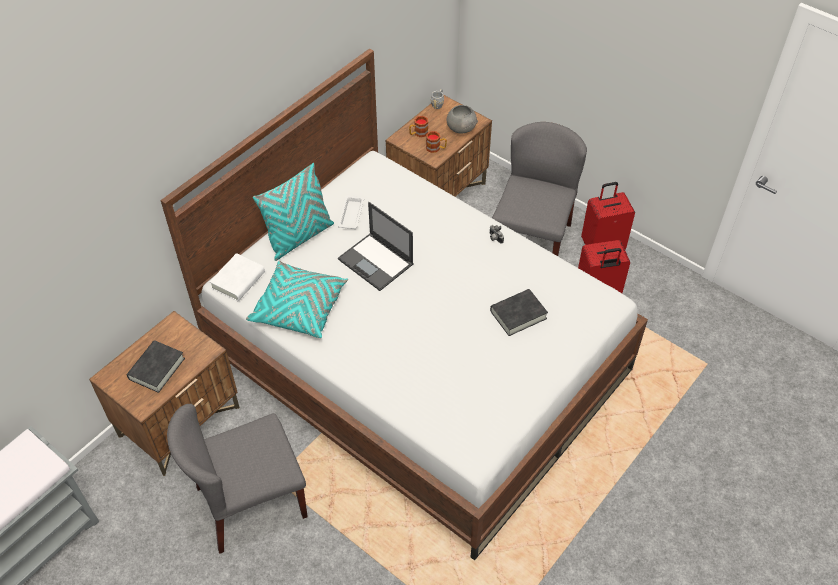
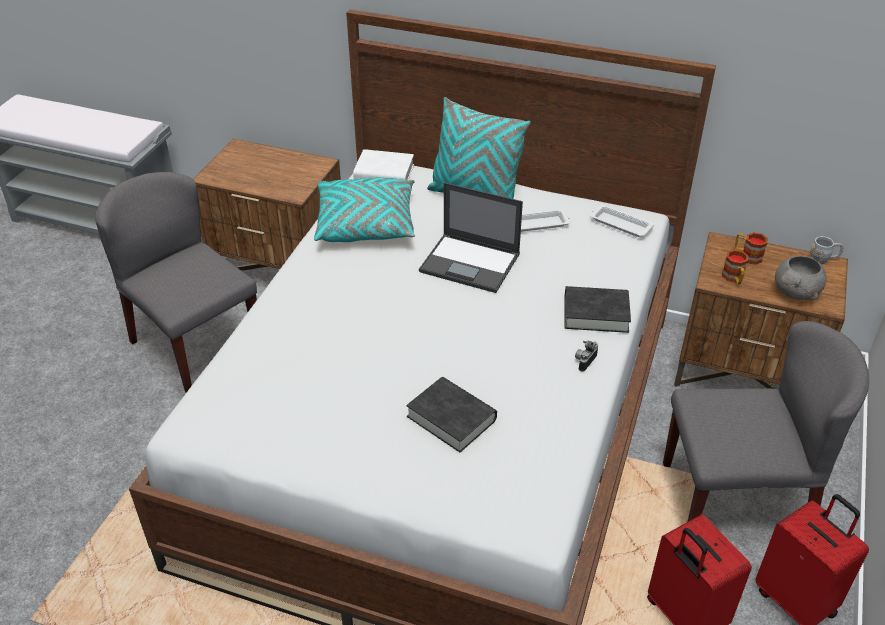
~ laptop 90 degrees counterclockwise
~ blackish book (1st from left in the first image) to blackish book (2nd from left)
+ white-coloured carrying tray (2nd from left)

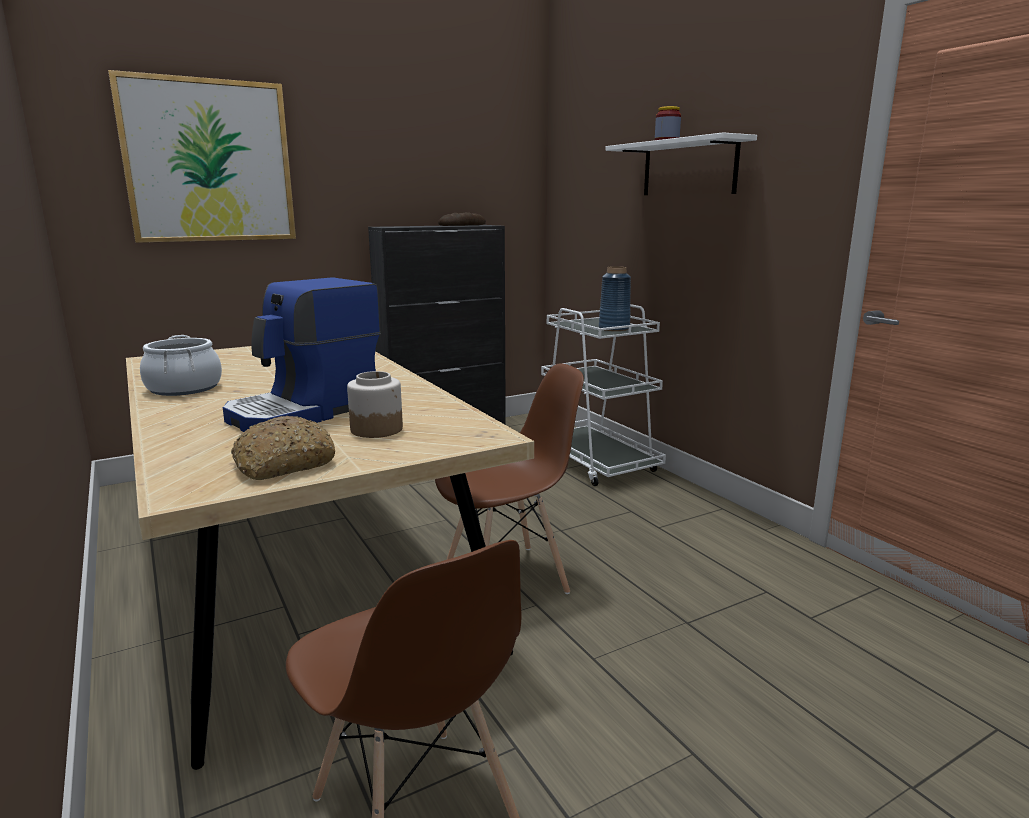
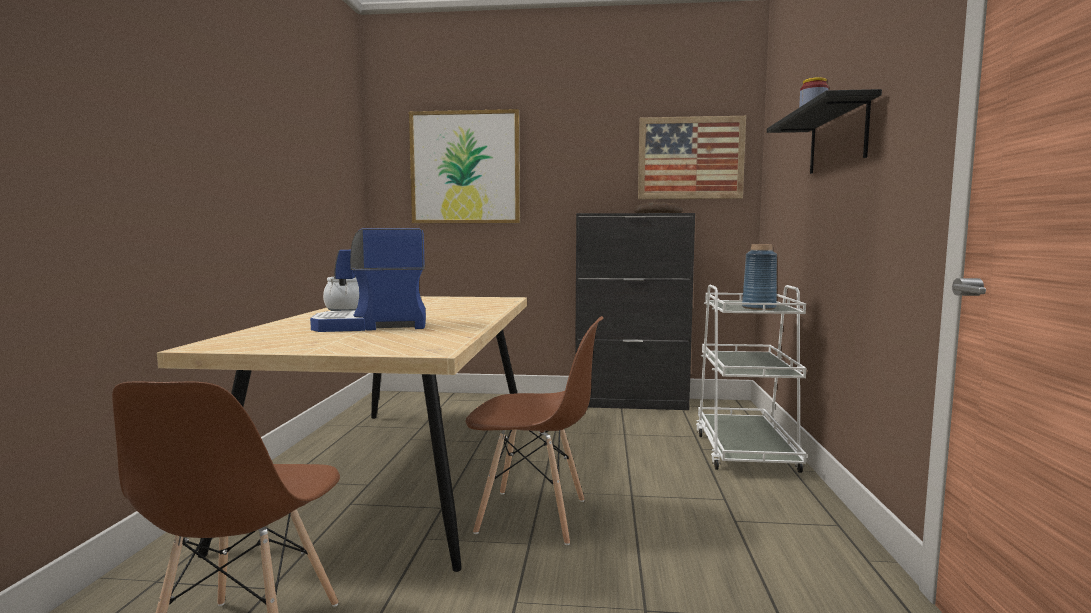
~ white-coloured shelf to blackish shelf
- storage jar (1st from left)
- baked bread (1st from left)
+ picture (2nd from left)

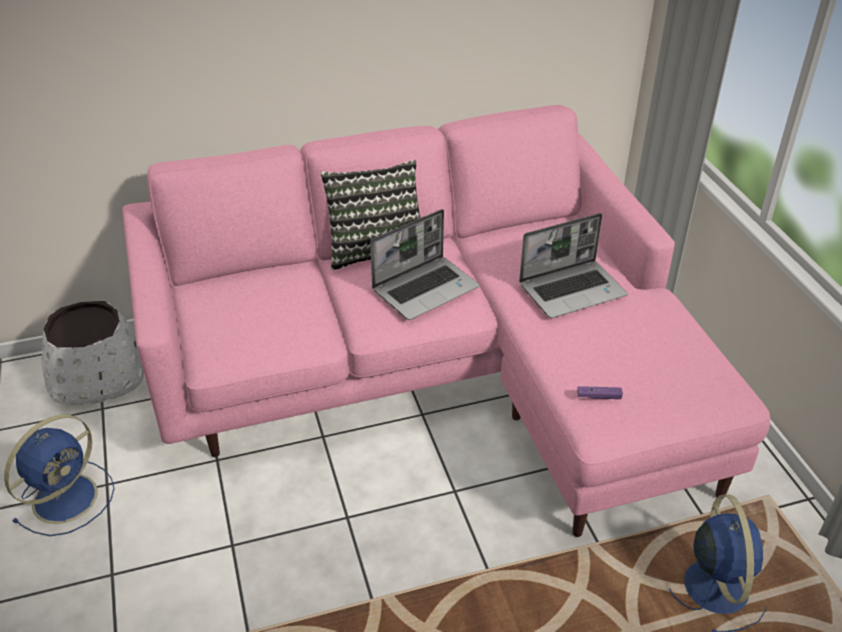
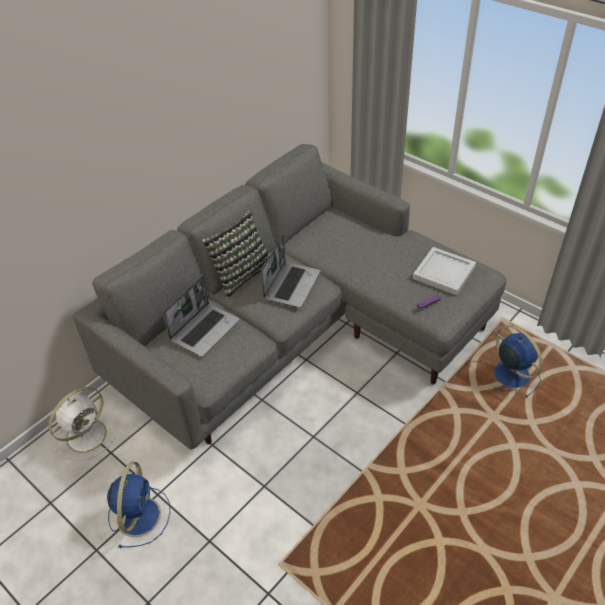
~ pinkish sofa to grey sofa
~ laptop (2nd from left in the first image) to laptop (1st from left)
~ white-coloured planter to white-coloured fan
+ white-coloured carrying tray

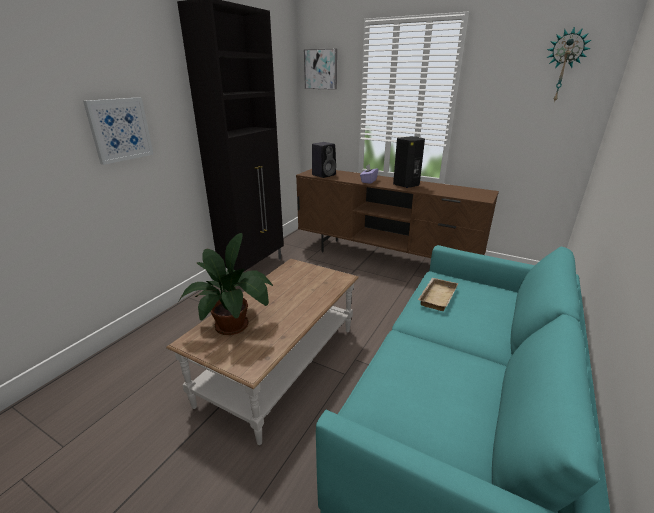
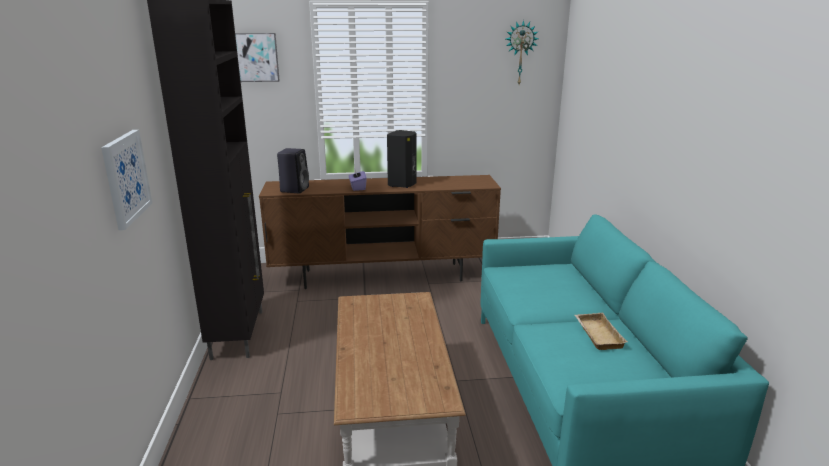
- potted plant
~ beige-coloured carrying tray

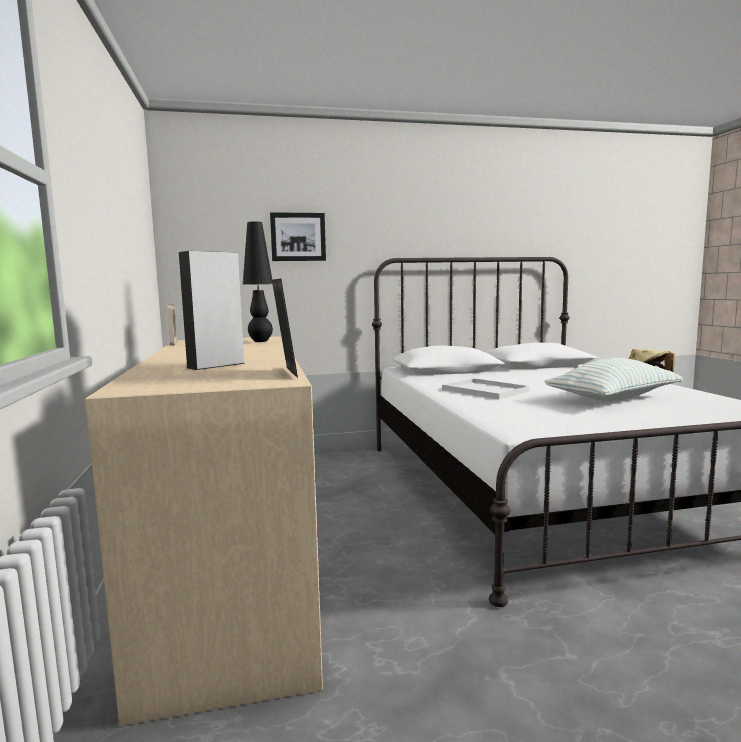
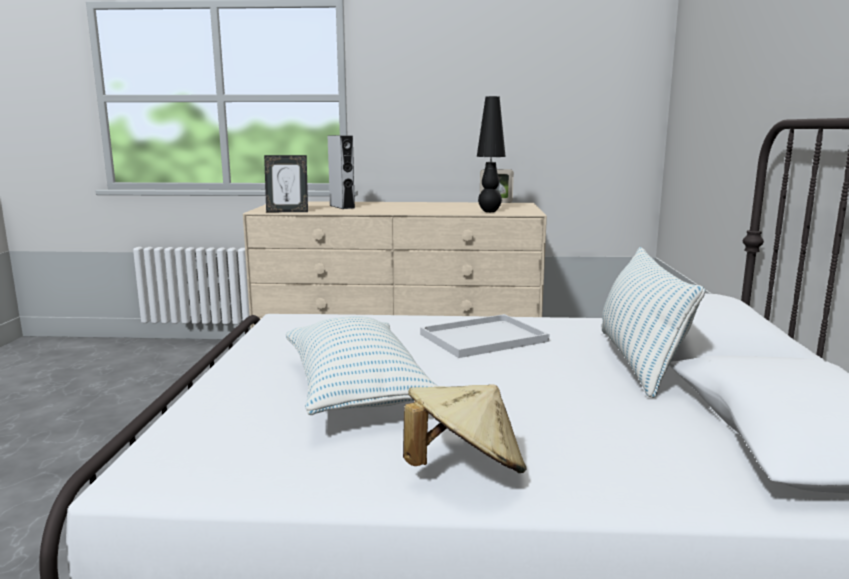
- picture
+ throw pillow (2nd from left)

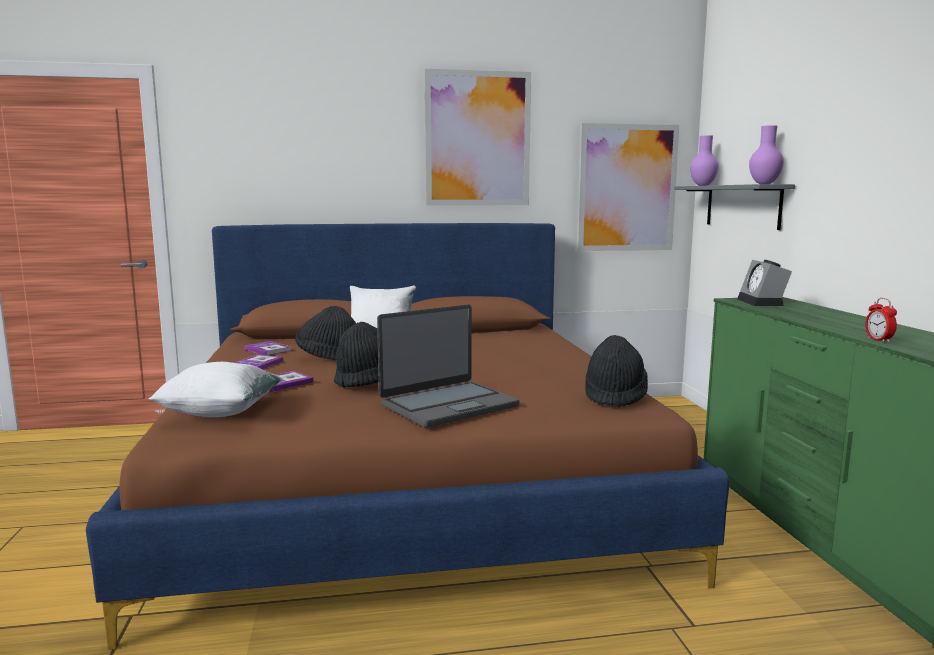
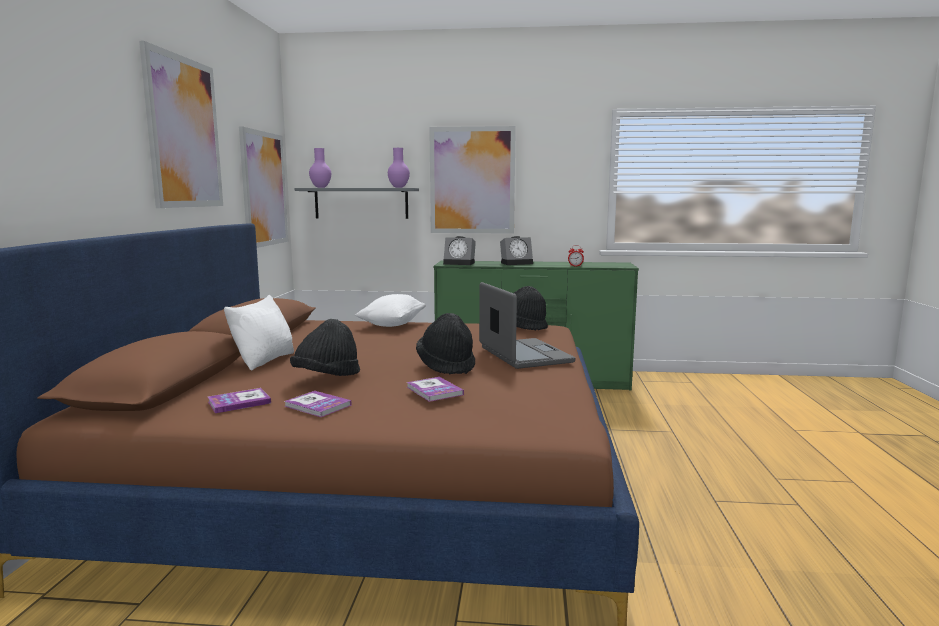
~ white-coloured throw pillow (1st from left in the first image) to white-coloured throw pillow (2nd from left)
+ picture (3rd from left)
+ bedside clock (2nd from left)

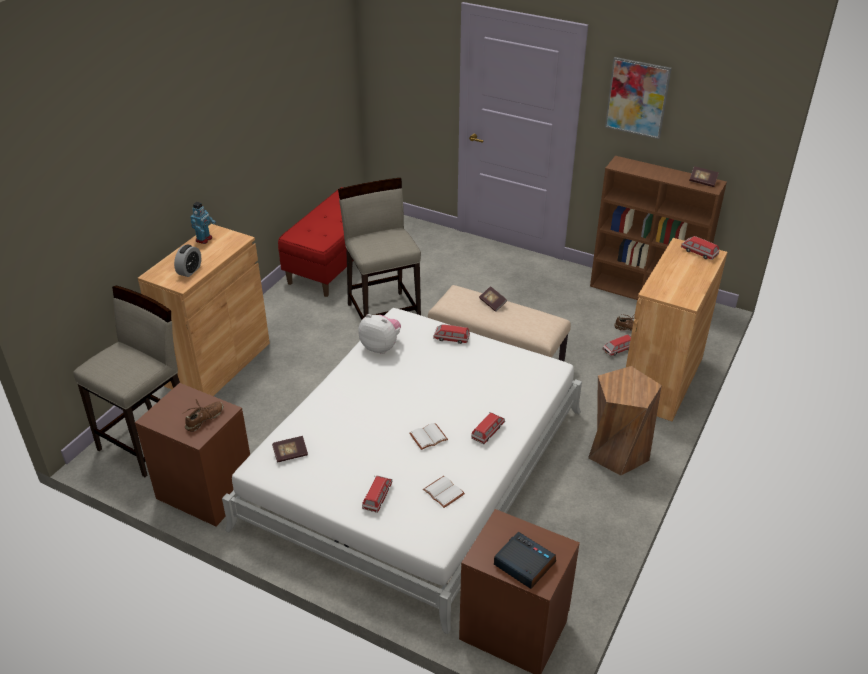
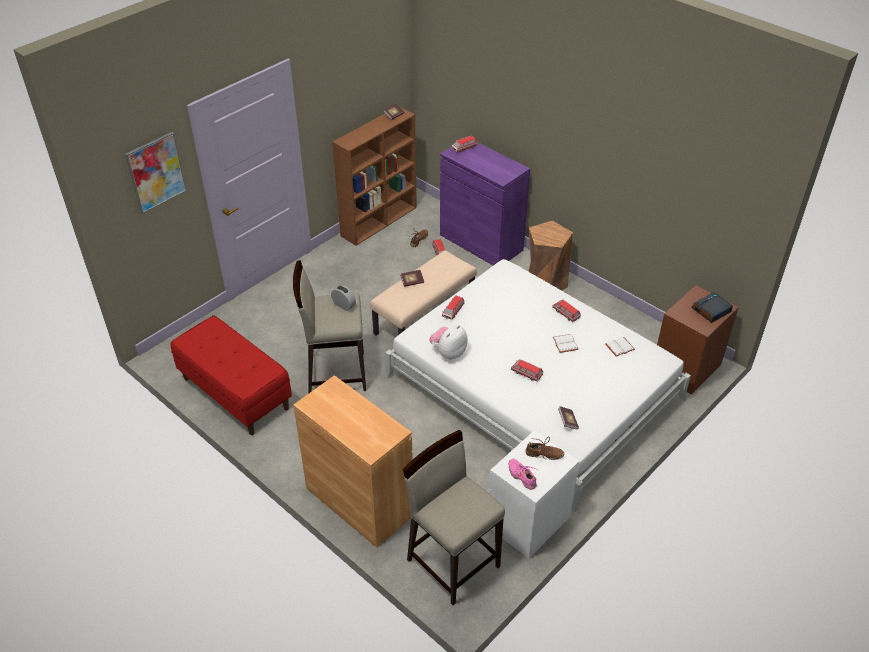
~ picture
- robot figure
~ brown cabinet (2nd from left) to purple cabinet
~ bedside clock (1st from left)
~ brown bedside table (1st from left) to white-coloured bedside table
~ brown item of footwear (1st from left in the first image) 135 degrees clockwise
~ model car (1st from left in the first image) to model car (4th from left)
+ pinkish item of footwear

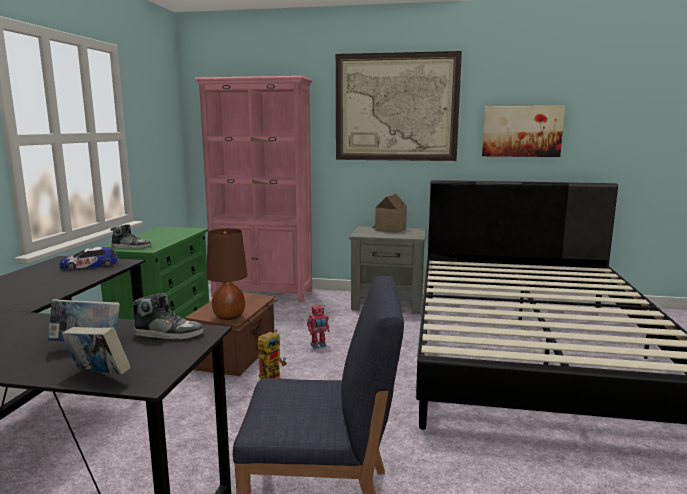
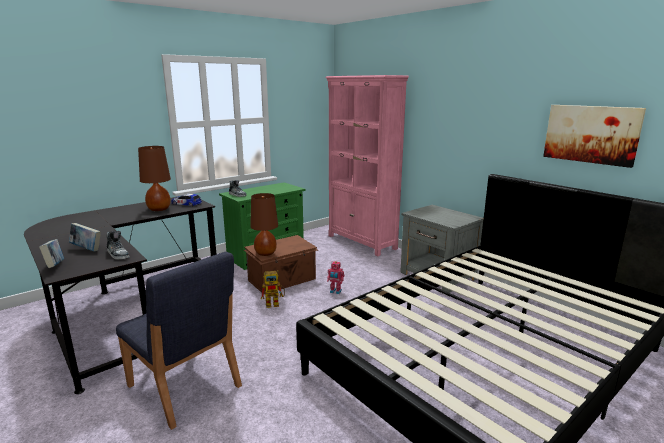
- picture (1st from left)
- model house
+ brown table lamp (1st from left)

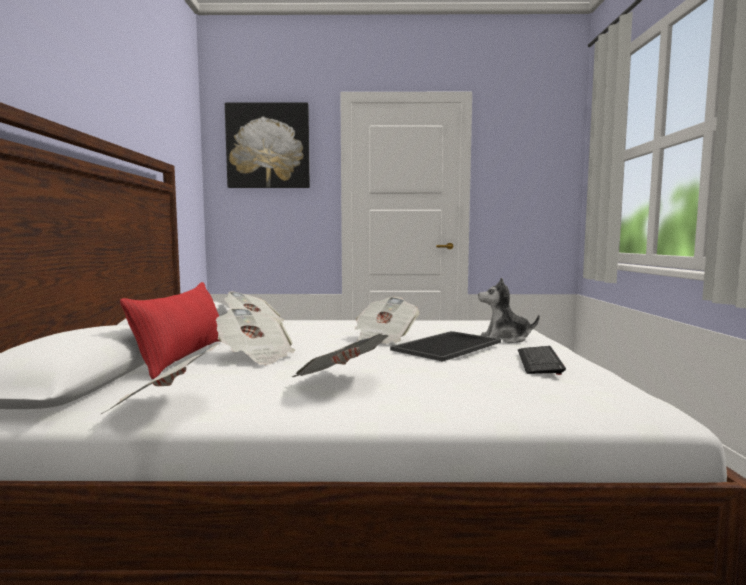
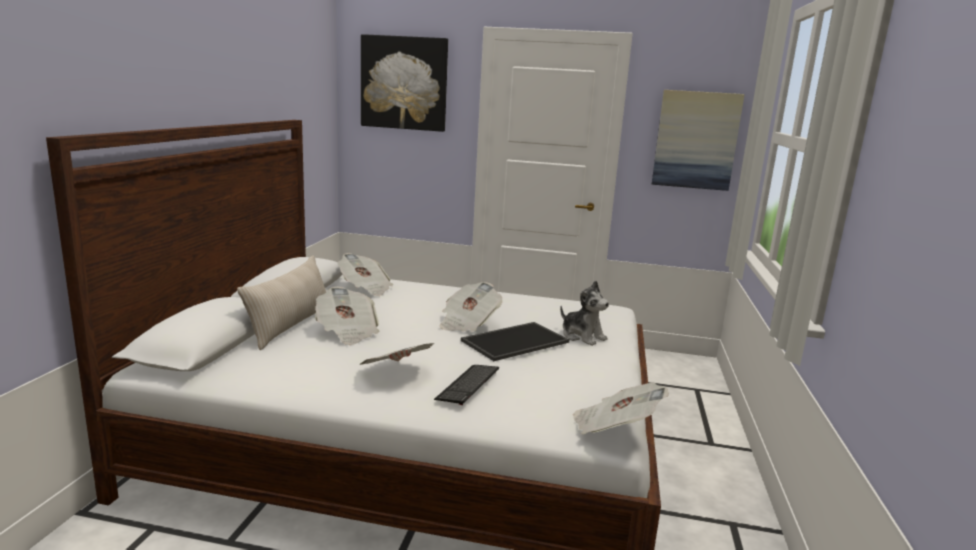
~ plush toy 150 degrees counterclockwise
~ reddish throw pillow to beige-coloured throw pillow
~ daily paper (1st from left in the first image) to daily paper (5th from left)
~ keyboard
+ picture (2nd from left)

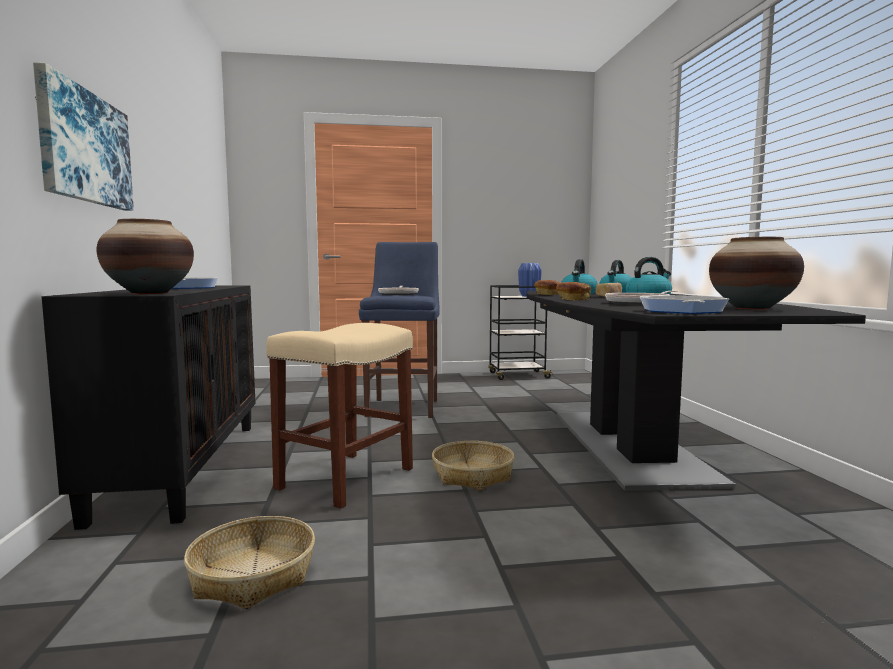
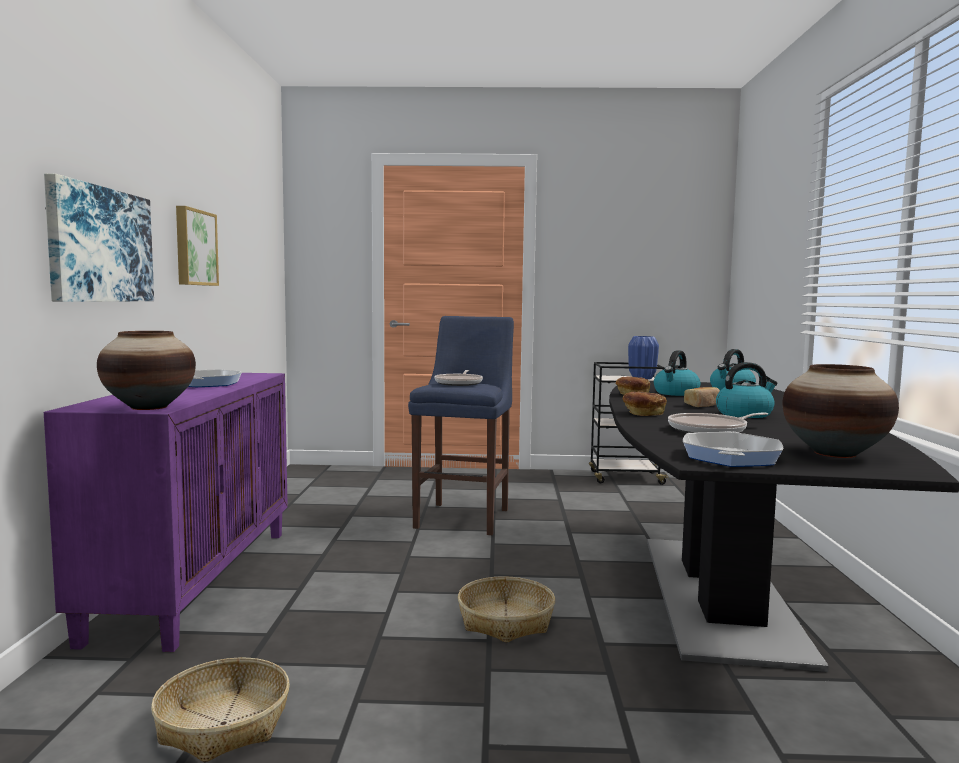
~ blackish cabinet to purple cabinet
- beige-coloured sitting stool
+ picture (2nd from left)

